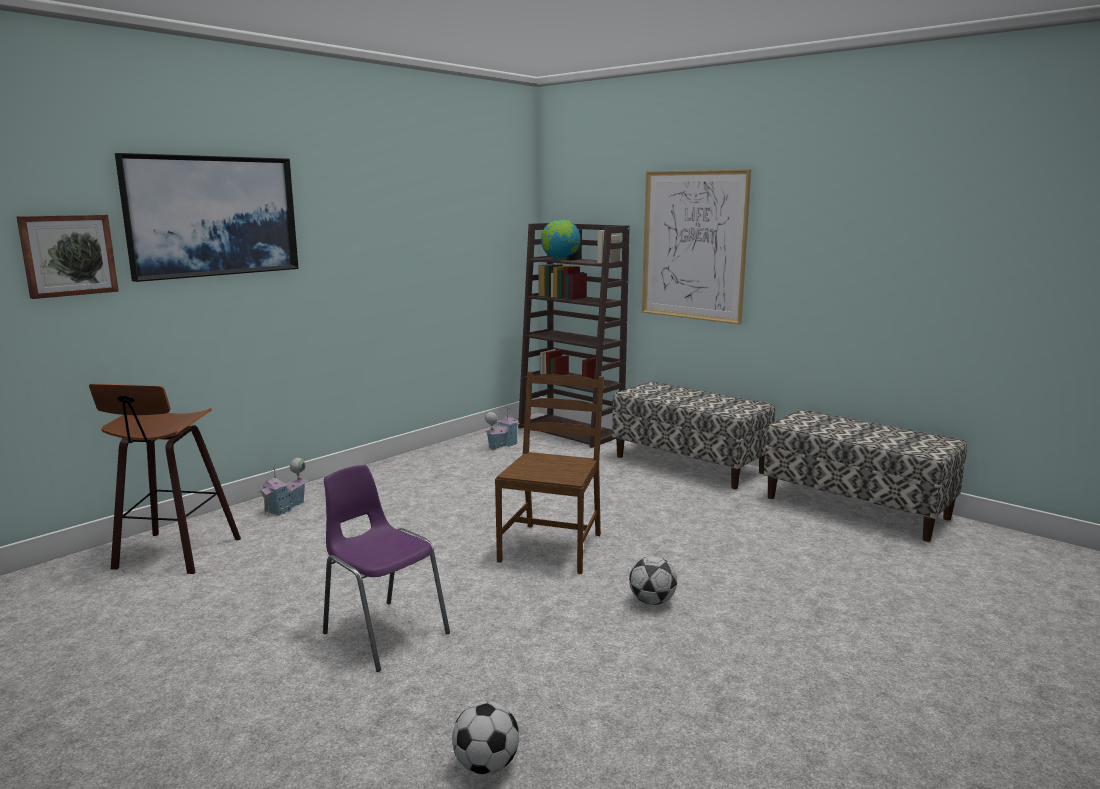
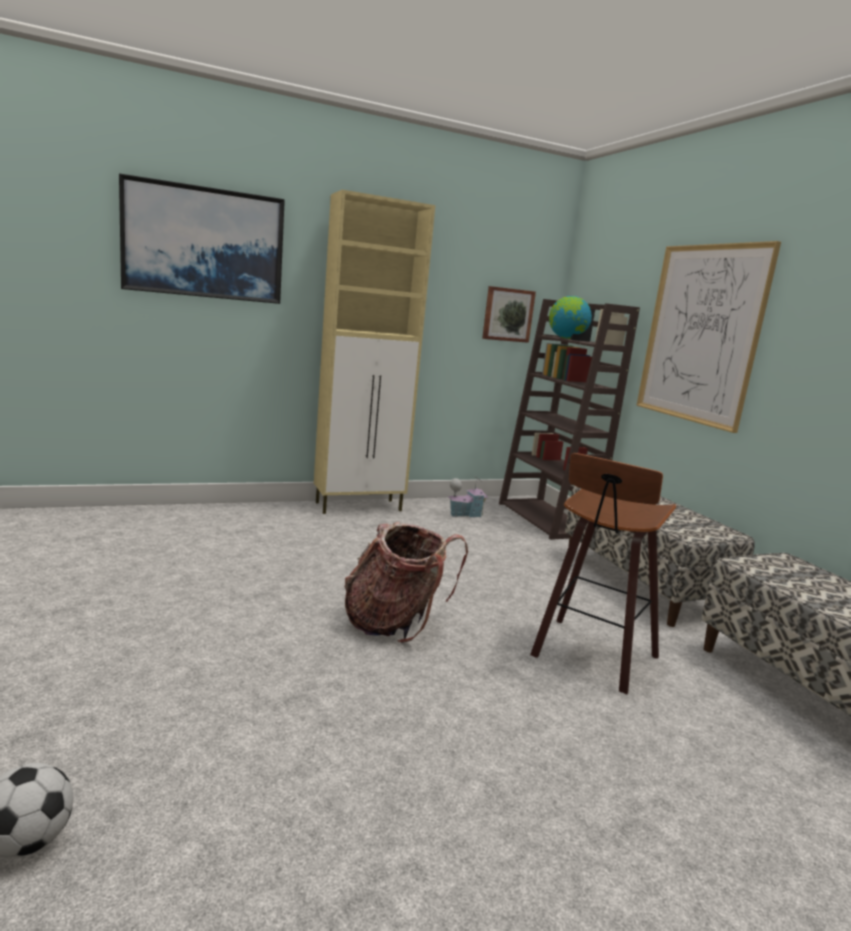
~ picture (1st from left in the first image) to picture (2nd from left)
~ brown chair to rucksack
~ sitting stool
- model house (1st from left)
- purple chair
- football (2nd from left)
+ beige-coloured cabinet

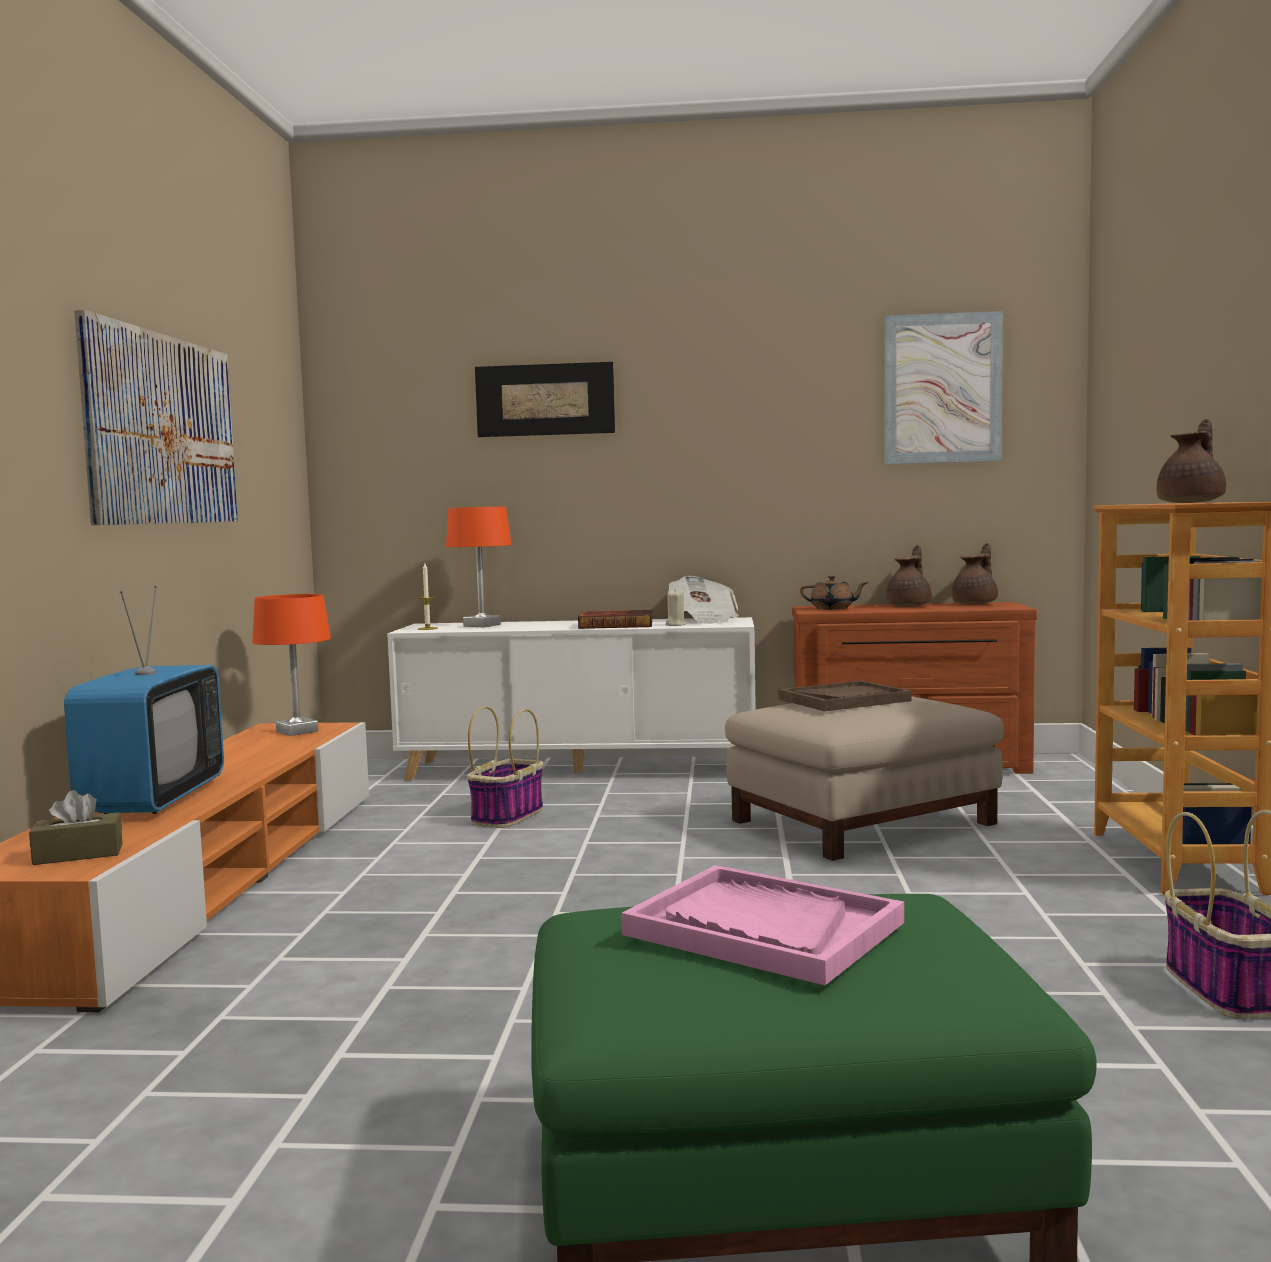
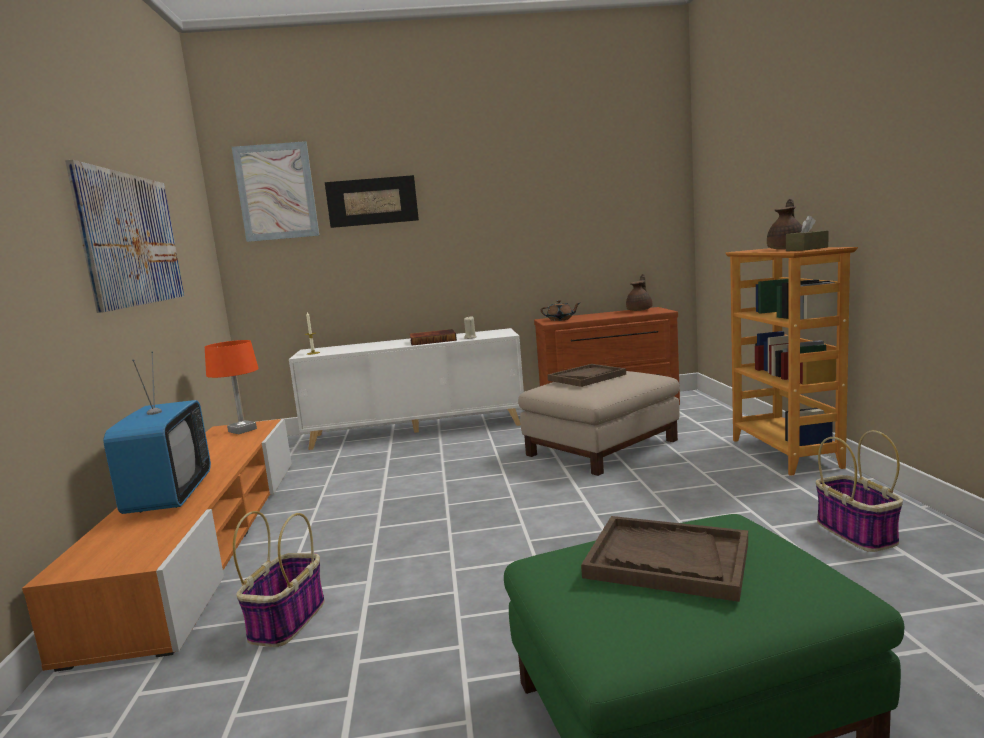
~ picture (3rd from left in the first image) to picture (2nd from left)
- orange table lamp (2nd from left)
- brown tea pot (2nd from left)
- daily paper
~ storage basket (1st from left)
~ brown box of tissues
~ pinkish carrying tray to brown carrying tray (2nd from left)

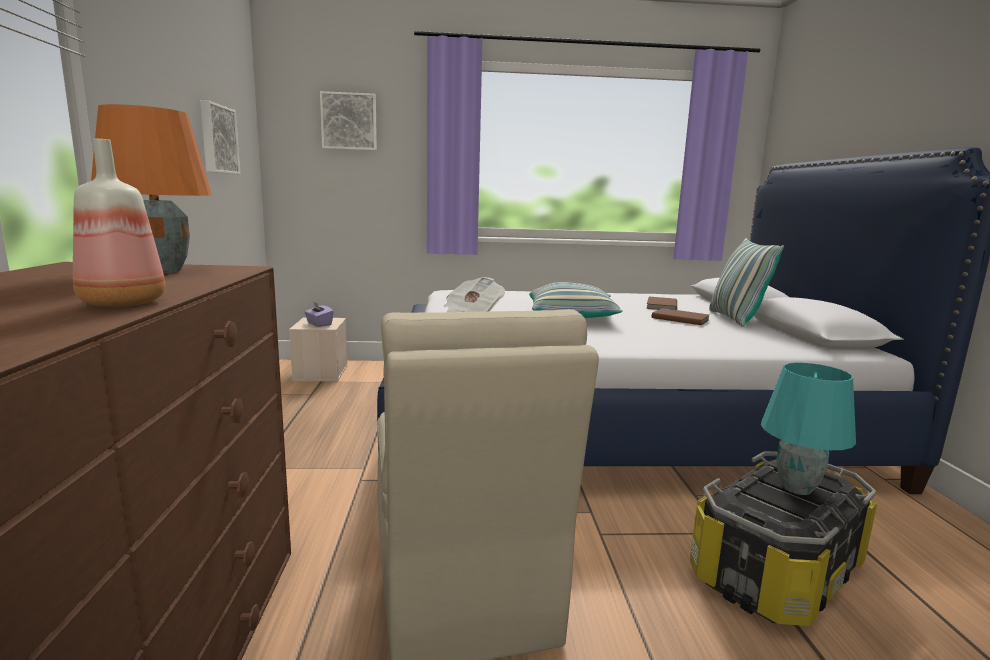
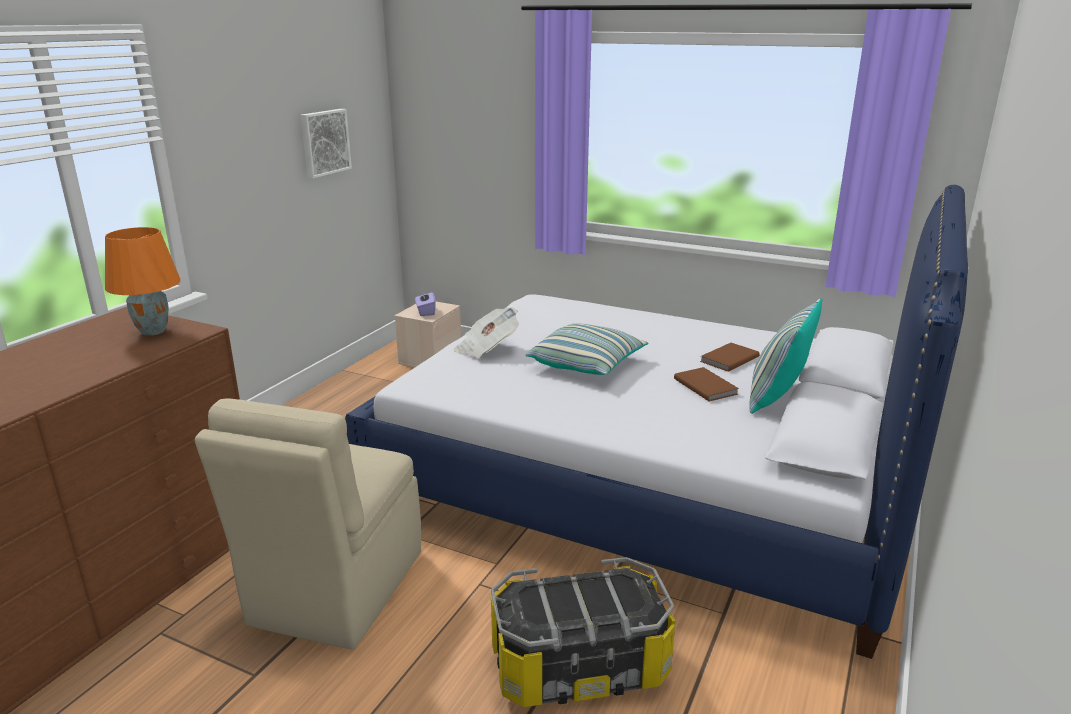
- picture (2nd from left)
- beverage bottle
- turquoise-coloured table lamp

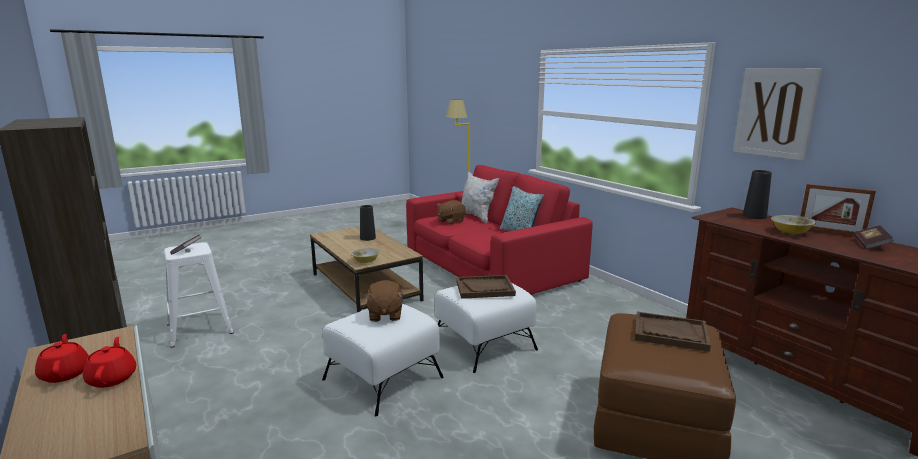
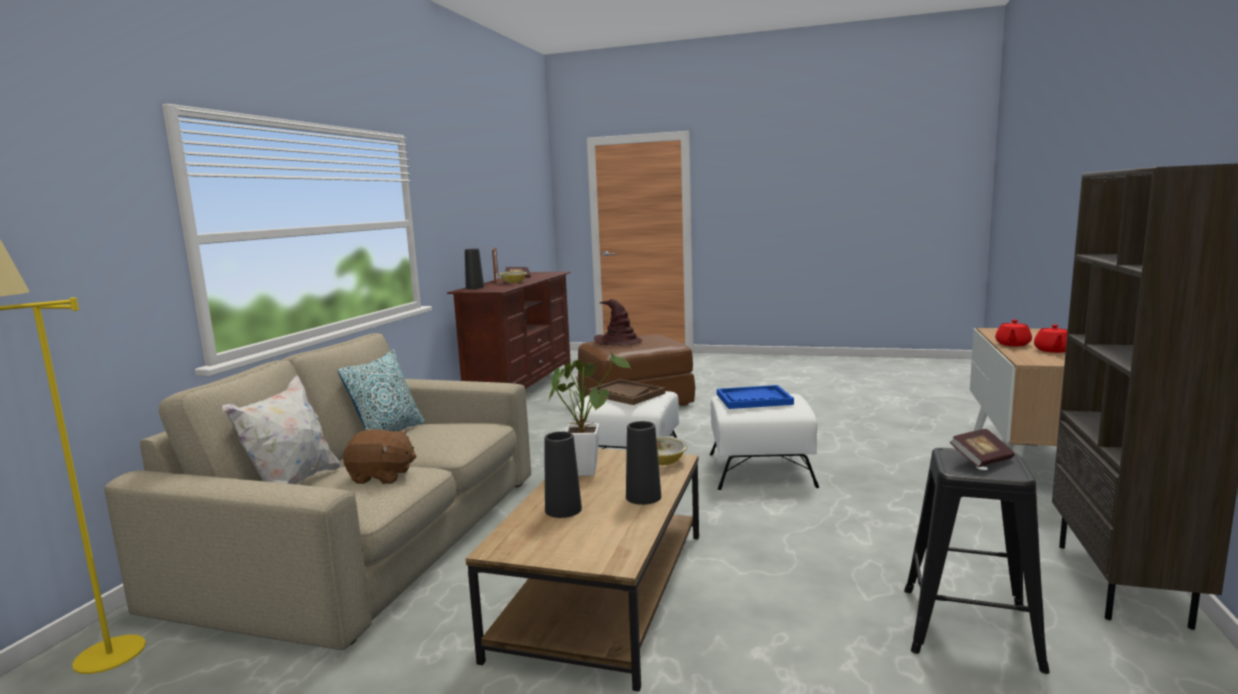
- picture
~ reddish sofa to beige-coloured sofa
~ white-coloured sitting stool to blackish sitting stool
~ brown plush toy (1st from left) to blue carrying tray
~ brown carrying tray (2nd from left) to brown hat
+ potted plant
+ blackish vase (3rd from left)

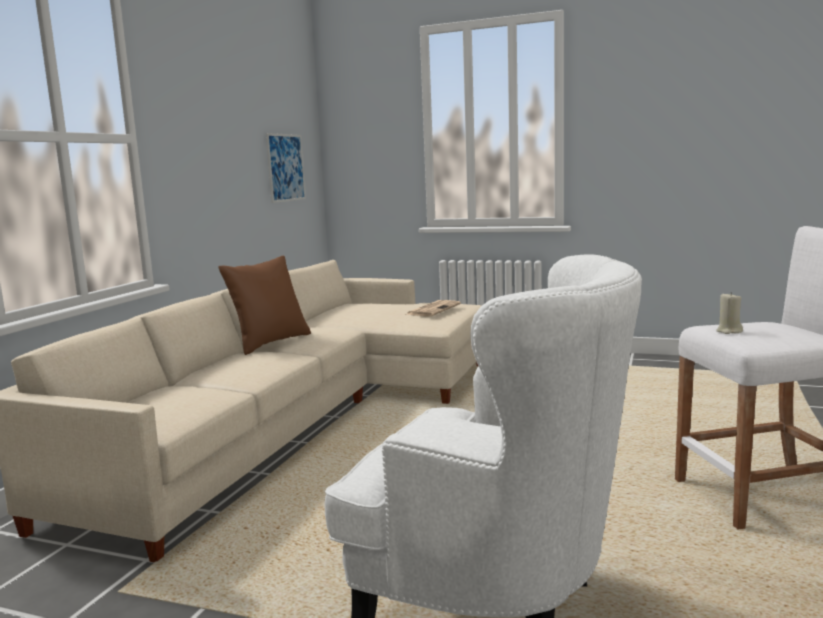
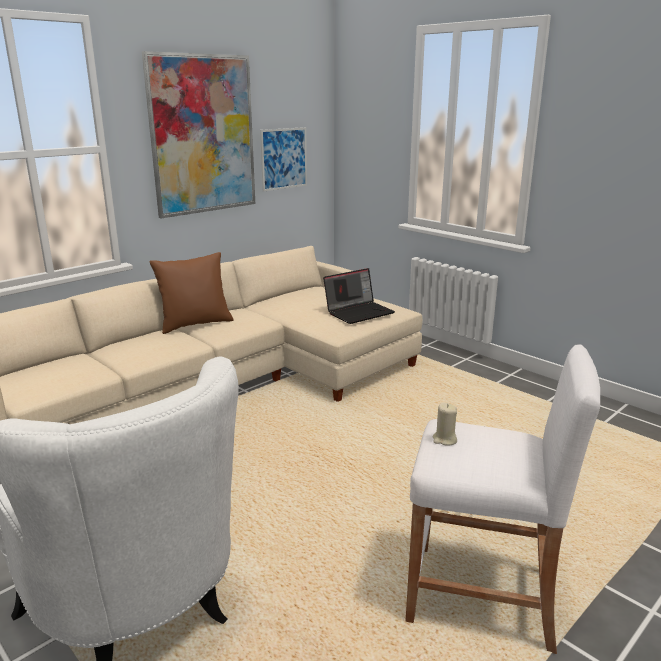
~ daily paper to laptop
+ picture (1st from left)

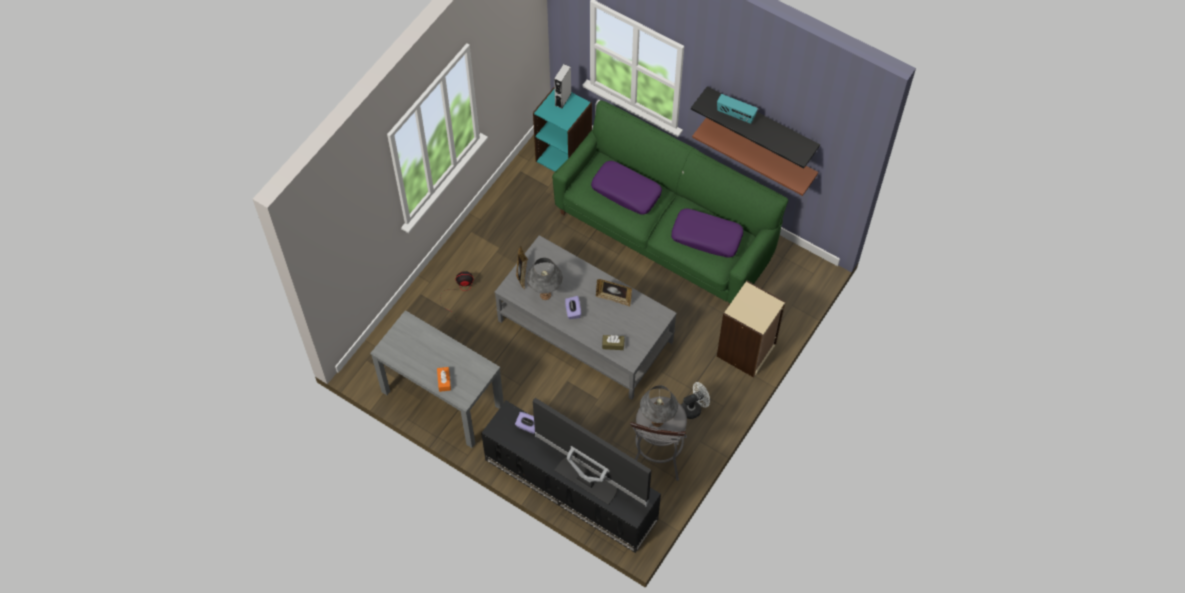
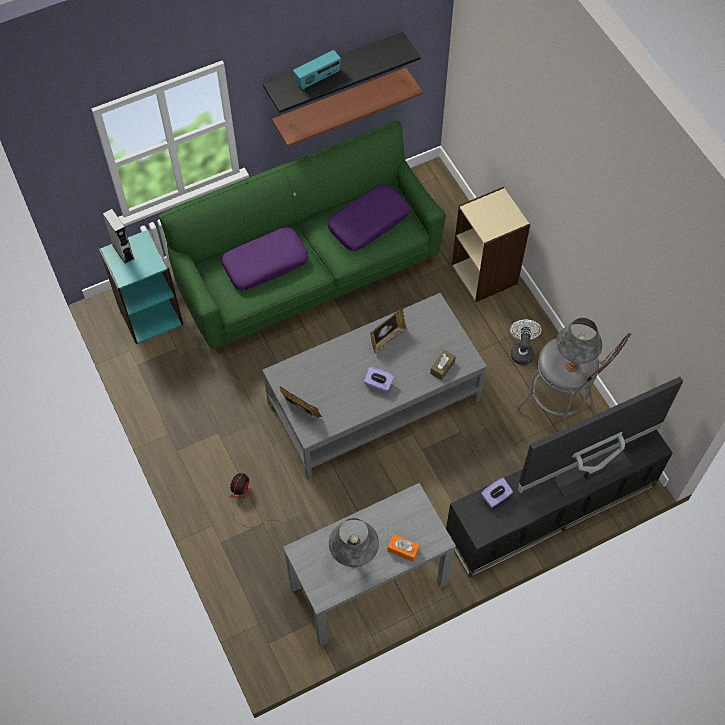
~ grey table lamp (1st from left)

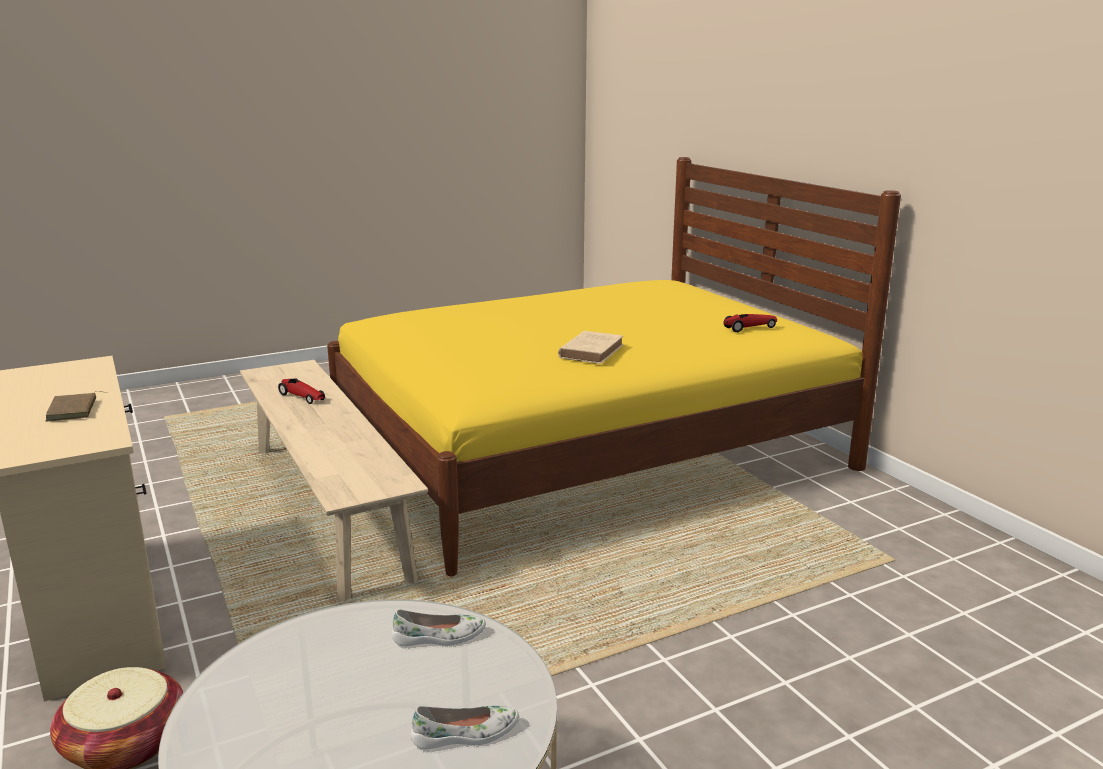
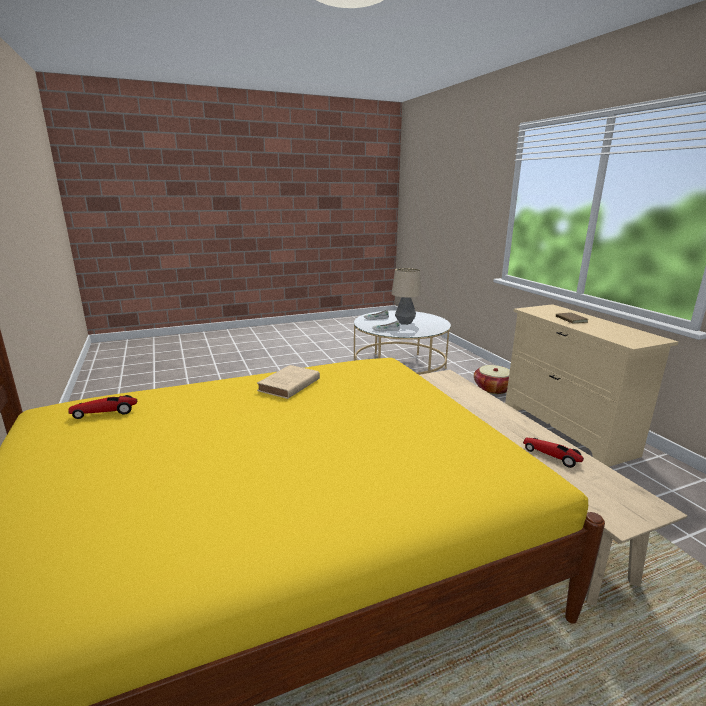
+ table lamp

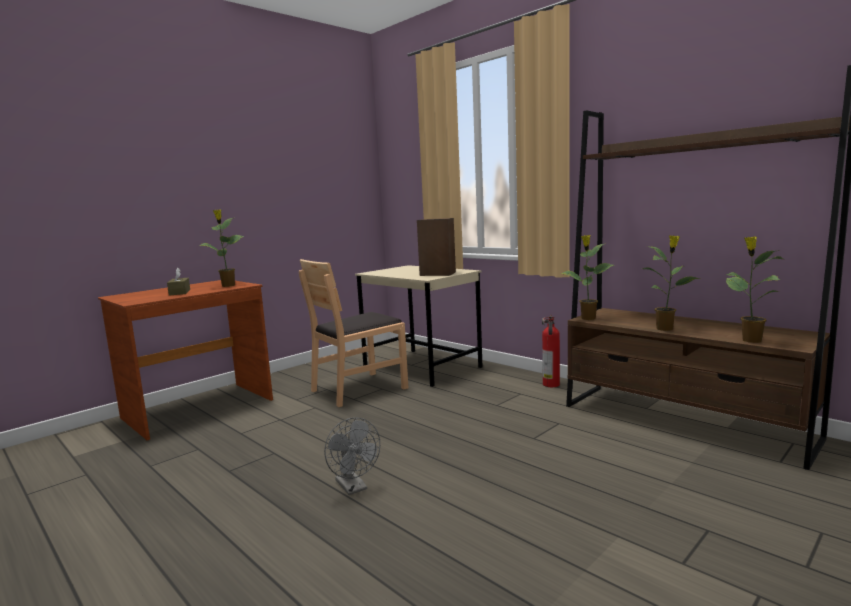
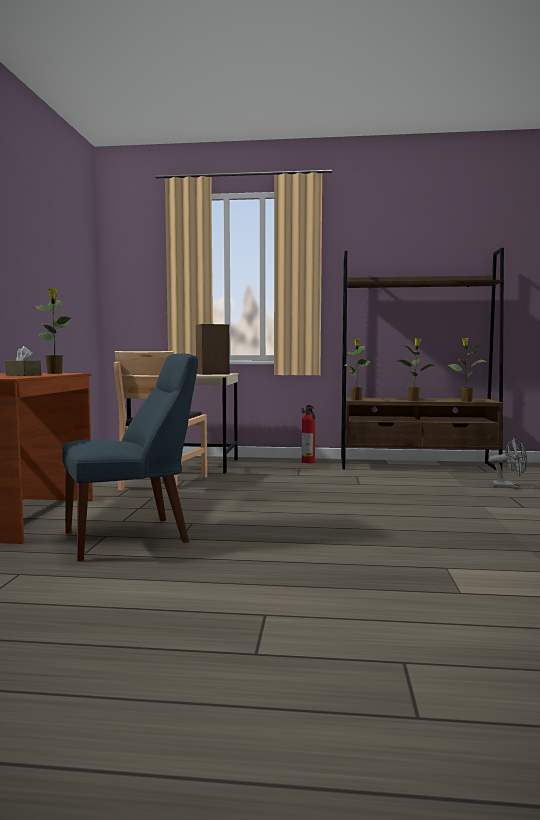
~ grey fan
+ blue chair

